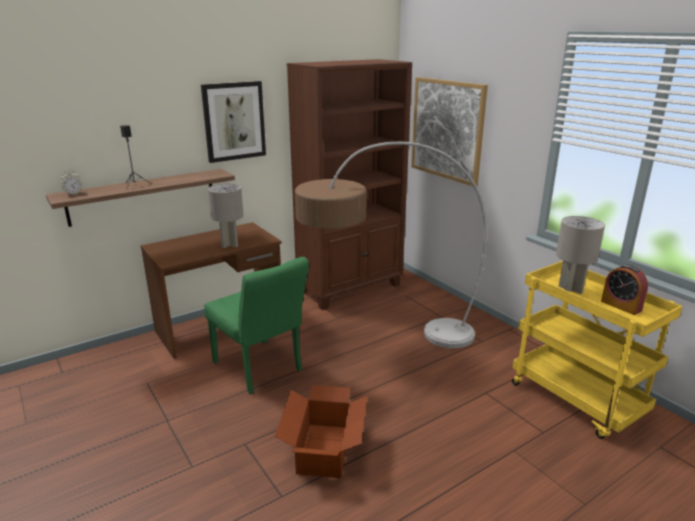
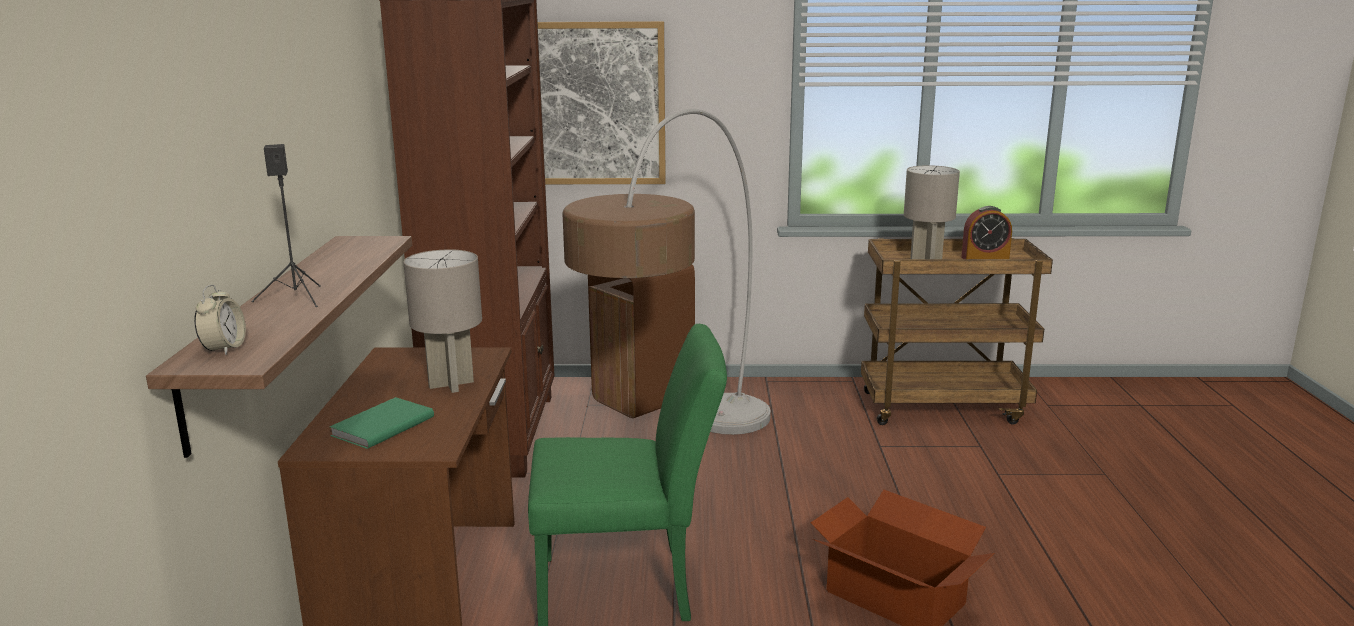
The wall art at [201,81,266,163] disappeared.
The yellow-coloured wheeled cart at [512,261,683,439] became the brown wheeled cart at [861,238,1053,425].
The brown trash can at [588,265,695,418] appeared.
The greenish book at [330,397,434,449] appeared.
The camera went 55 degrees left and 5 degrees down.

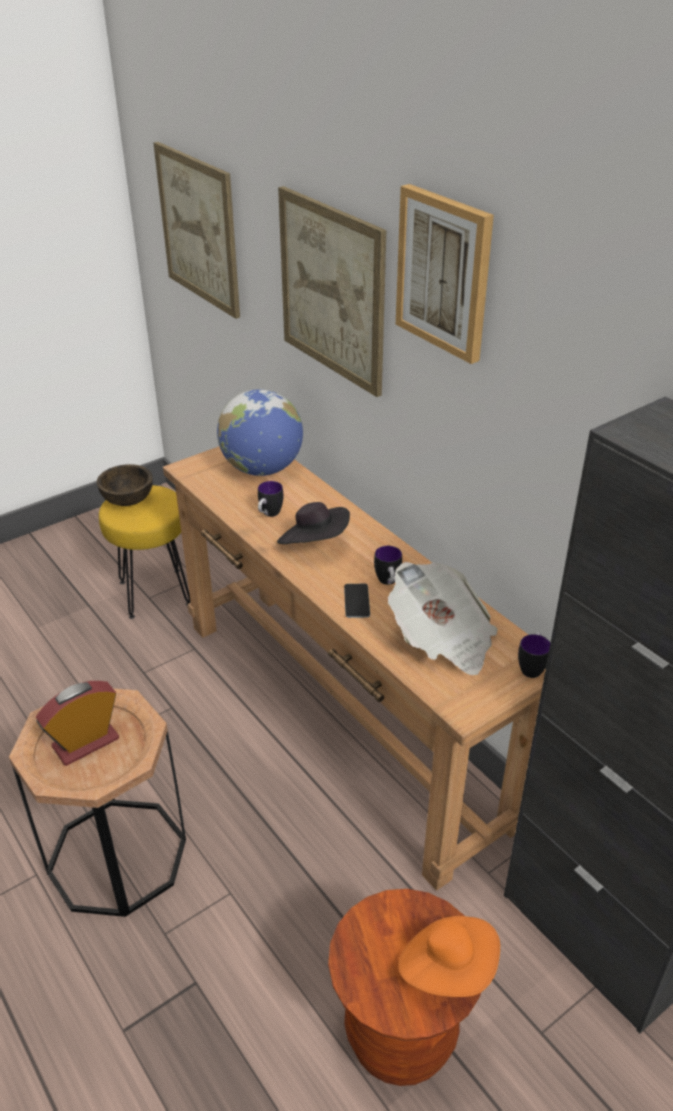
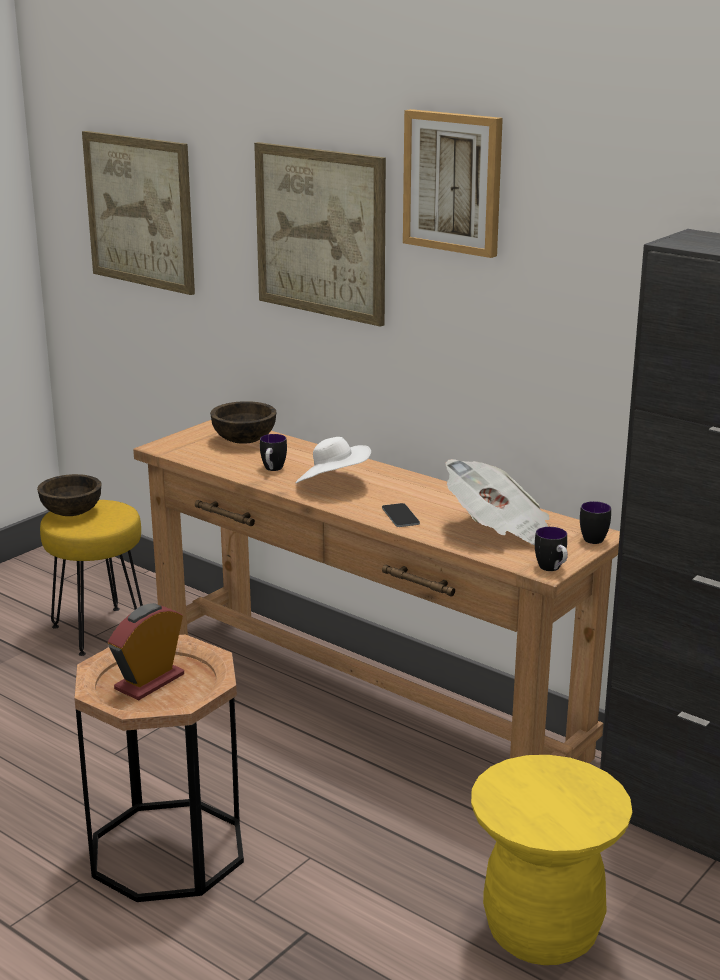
The globe at [217,389,303,476] was replaced by the brown deep dish at [210,401,276,444].
The blackish hat at [277,502,350,544] became the white-coloured hat at [295,437,371,483].
The coffee mug moved from [374,546,402,585] to [535,527,568,571].
The brown stool at [328,889,481,1086] became the yellow-coloured stool at [471,755,632,965].
The orange hat at [398,916,500,997] disappeared.
The camera went 15 degrees left and 15 degrees down.

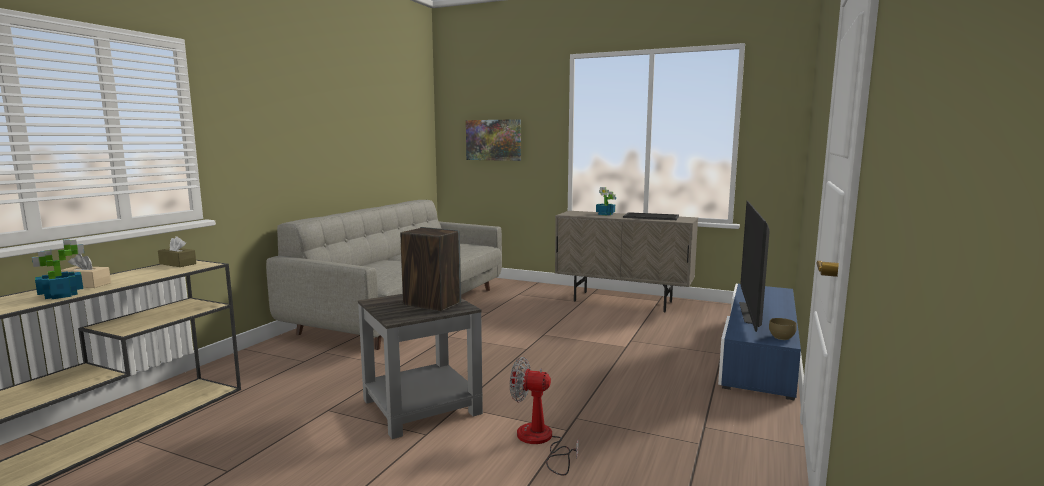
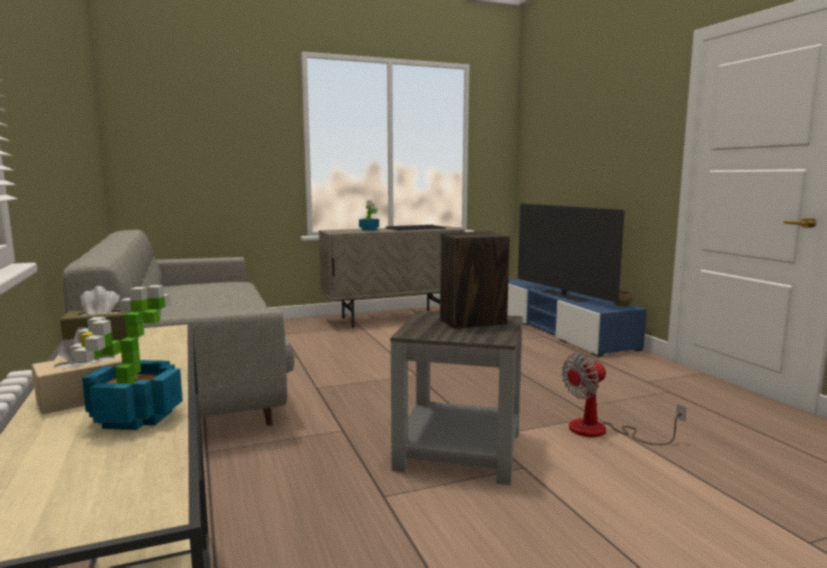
The wall art at [466,119,521,161] disappeared.
The camera went 45 degrees left and 0 degrees up.

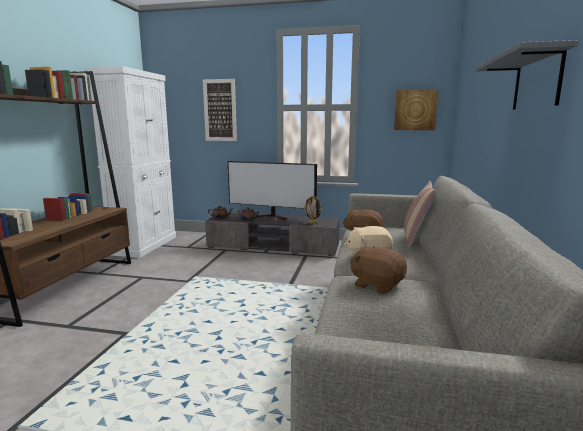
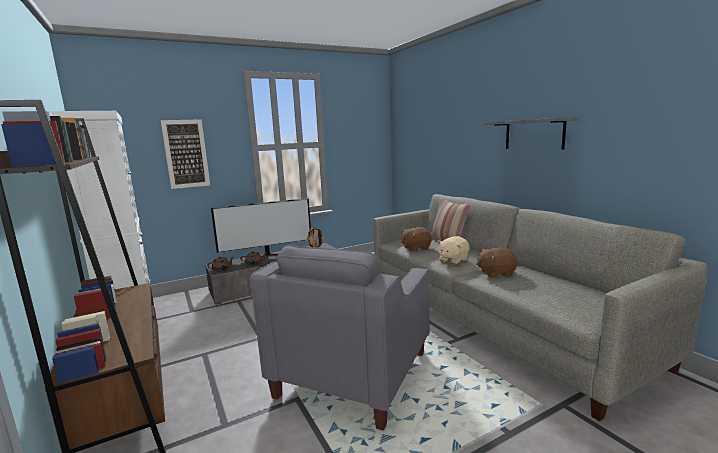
The wall art at [394,89,438,130] disappeared.
The grey armchair at [250,245,429,431] appeared.
The camera went 40 degrees left and 0 degrees up.

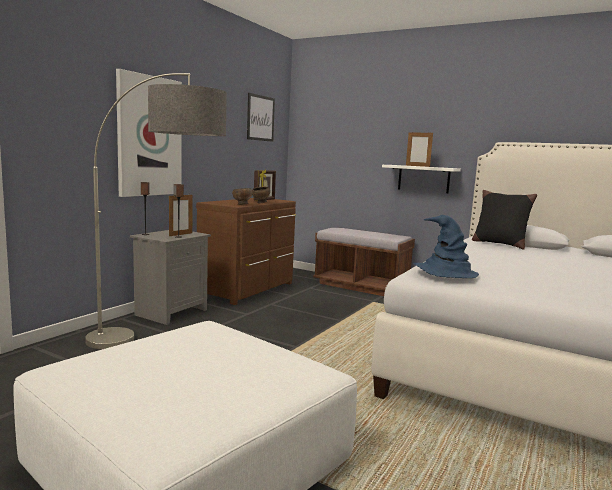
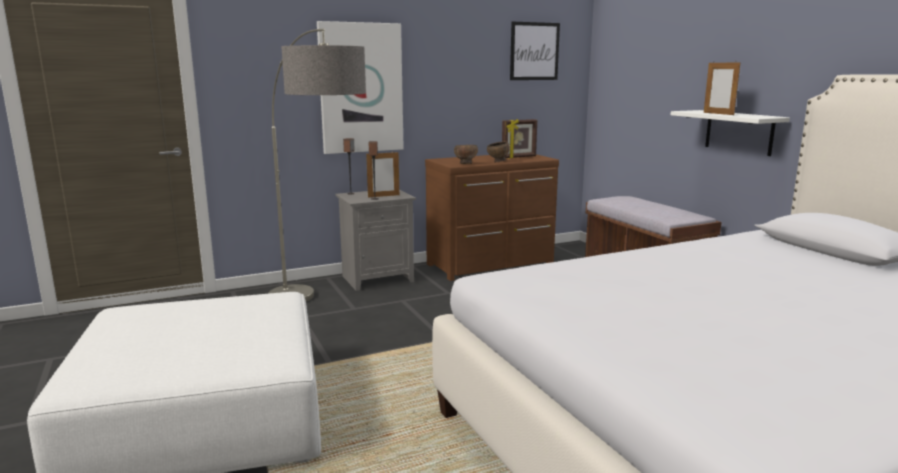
The blackish cushion at [472,190,537,250] disappeared.
The blue hat at [413,215,479,278] disappeared.
The camera went 35 degrees right and 5 degrees up.

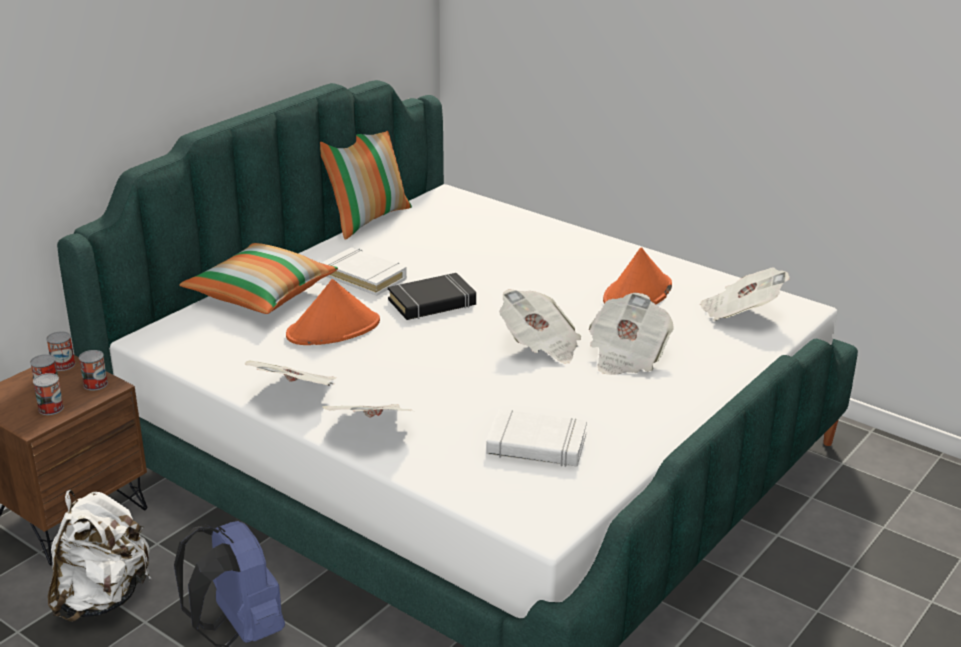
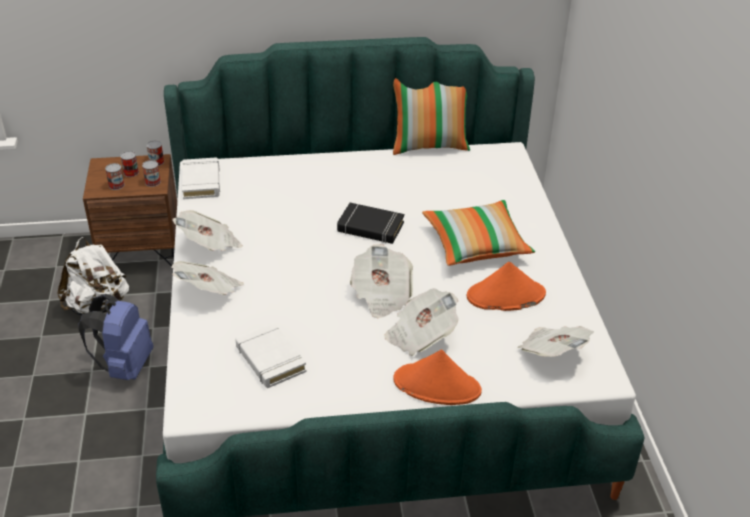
The cushion moved from [179,243,338,314] to [422,200,535,266].
The white-coloured book moved from [322,247,407,296] to [182,158,220,199].
The orange hat moved from [286,279,380,345] to [393,350,482,405].
The camera went 45 degrees right and 10 degrees up.

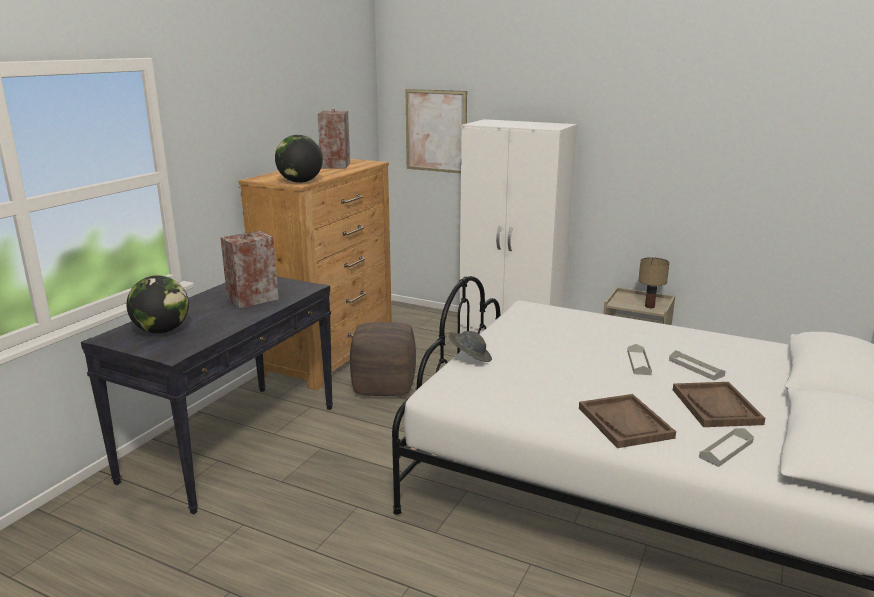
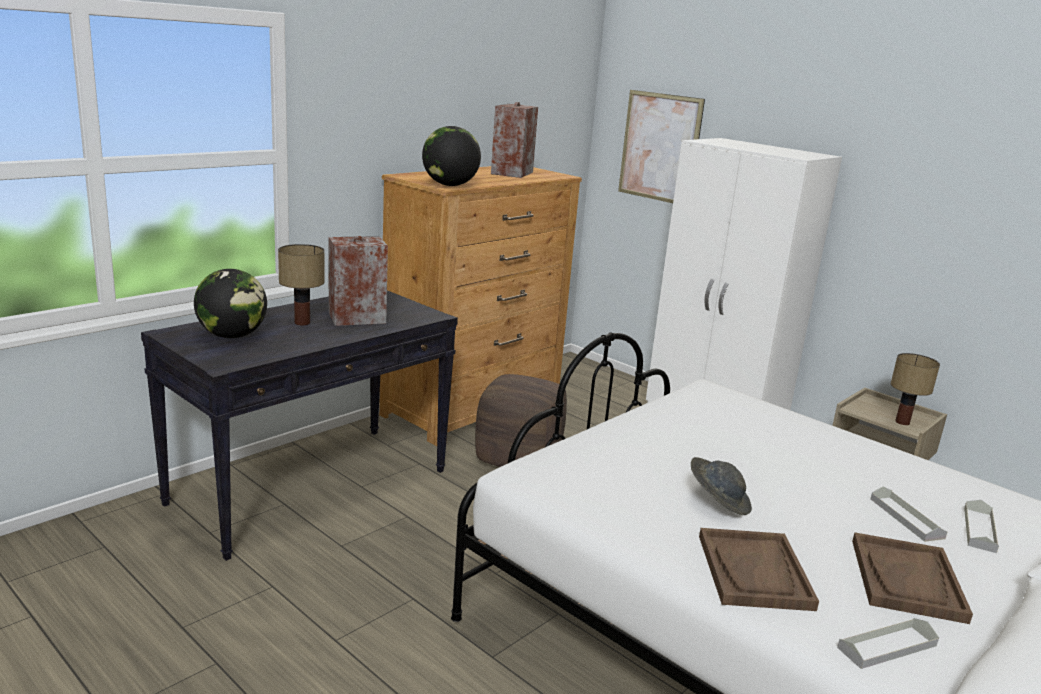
The grey hat moved from [449,331,492,362] to [691,457,752,515].
The grey tray moved from [627,344,652,375] to [964,500,999,553].
The lamp for a table at [278,244,325,325] appeared.
The camera went 15 degrees right and 0 degrees up.

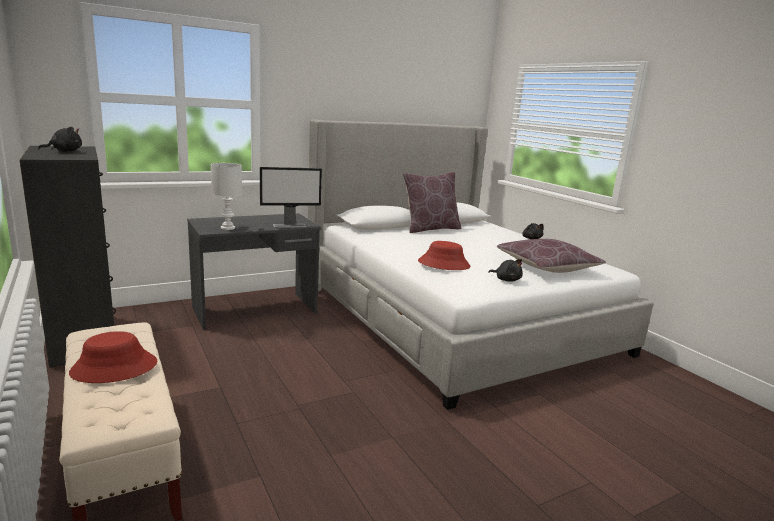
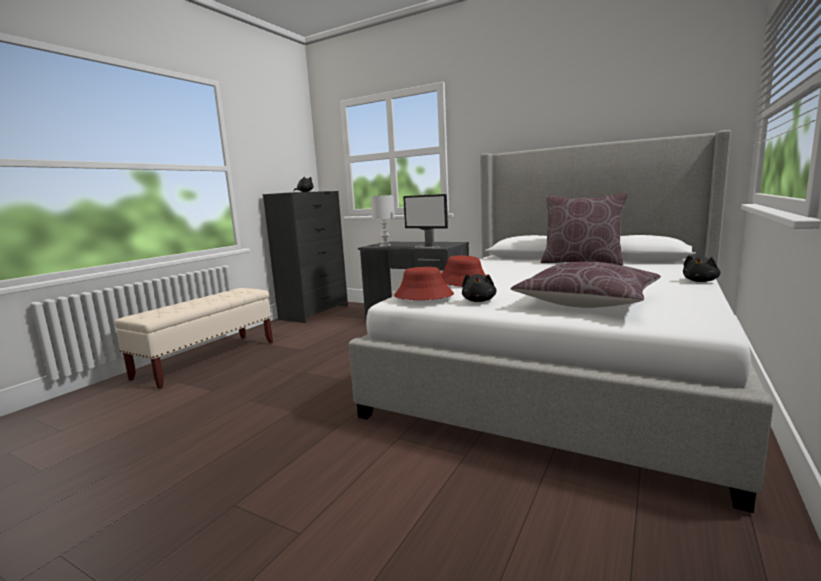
The red-coloured hat moved from [69,331,157,383] to [394,267,454,300].
The camera went 60 degrees right and 5 degrees down.

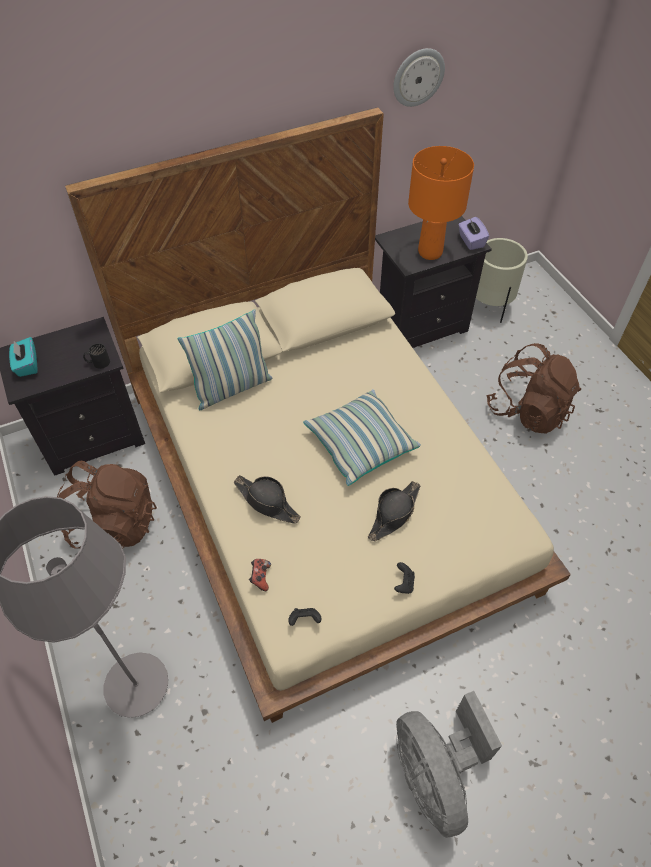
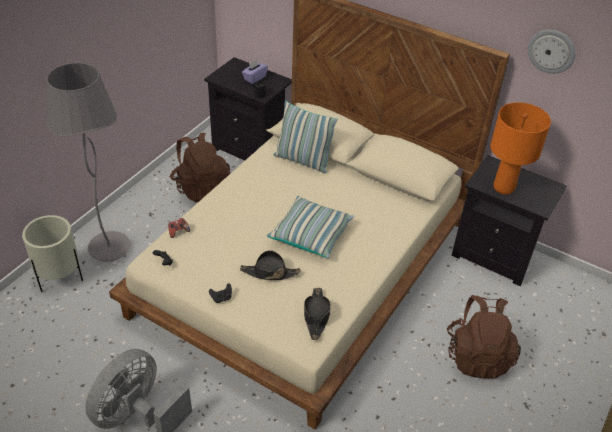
The purple tissue box moved from [458,217,489,250] to [242,59,268,84].
The beige-coloured planter moved from [476,238,528,323] to [22,215,83,292].
The turquoise tissue box at [9,337,38,377] disappeared.
The blackish hat moved from [233,475,301,524] to [304,288,331,340].
The camera went 55 degrees right and 10 degrees down.

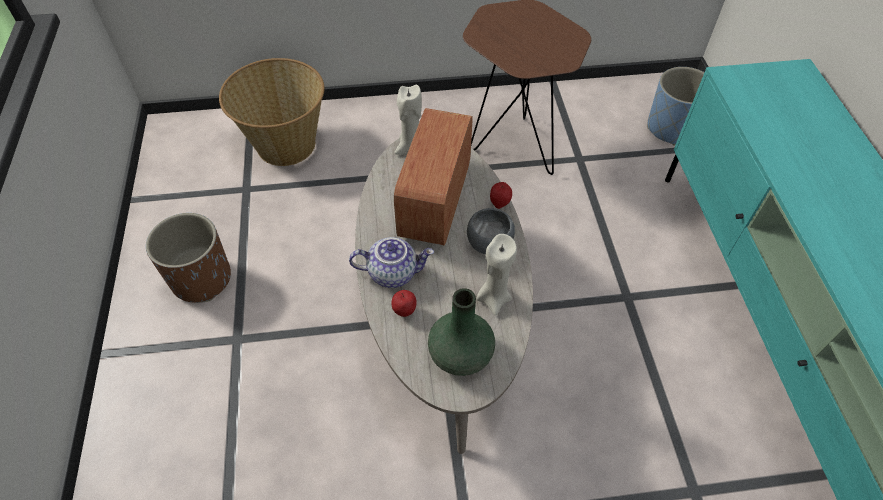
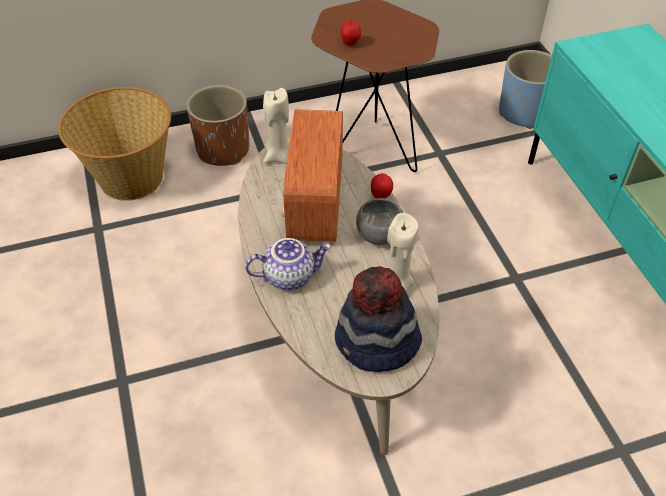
The brown planter moved from [146,213,231,303] to [187,85,249,166].
The greenish decorative vase at [428,288,495,376] was replaced by the hat at [335,266,422,372].
The apple moved from [391,290,417,317] to [341,20,361,46].
The camera went 10 degrees left and 5 degrees down.

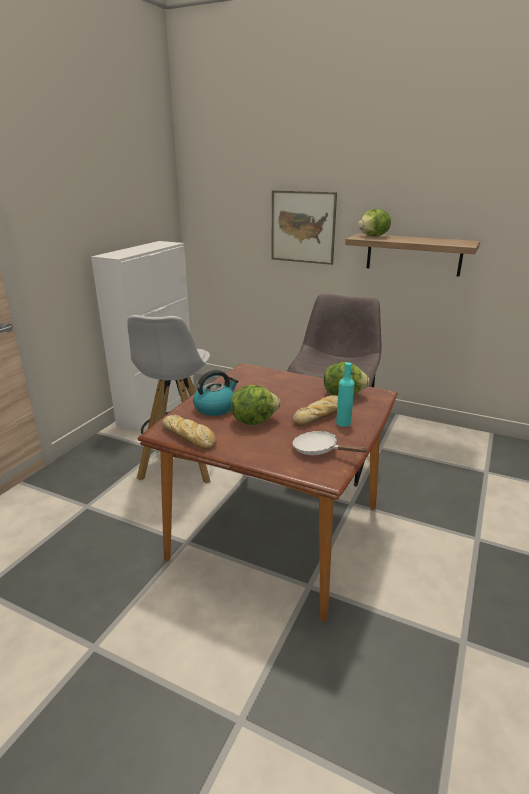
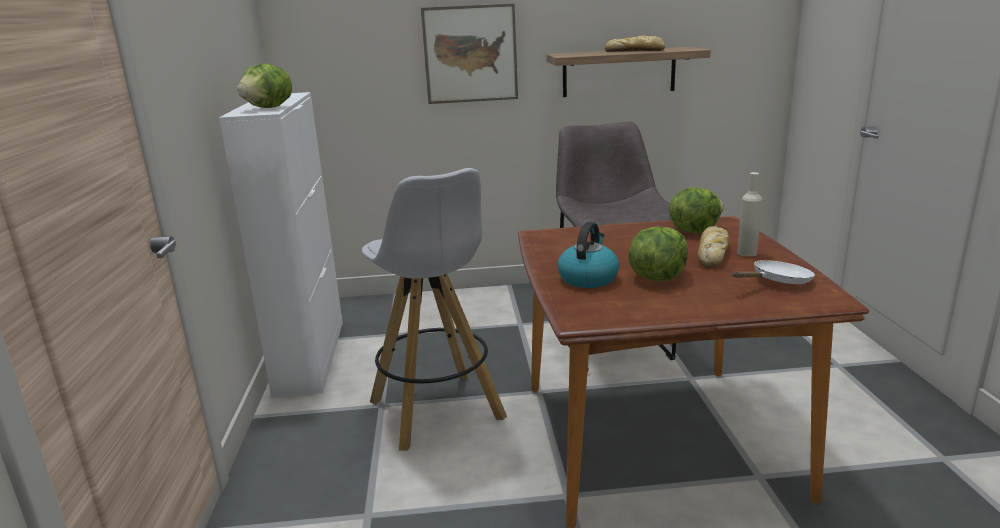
The lettuce moved from [358,209,391,236] to [237,63,292,108].
The turquoise bottle at [336,362,355,427] became the beige-coloured bottle at [737,172,762,257].
The bakery bread moved from [162,415,216,450] to [605,36,665,52].
The white-coloured pan at [293,431,367,455] turned 150 degrees clockwise.
The camera went 30 degrees left and 5 degrees down.

